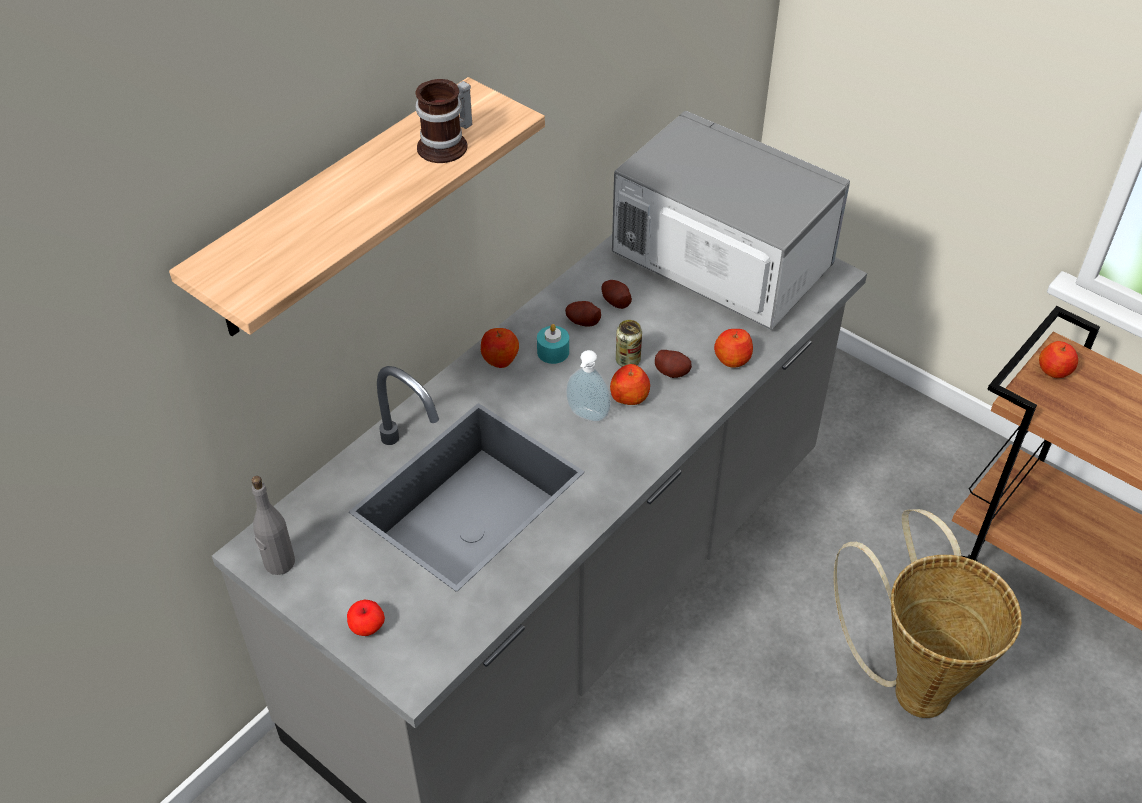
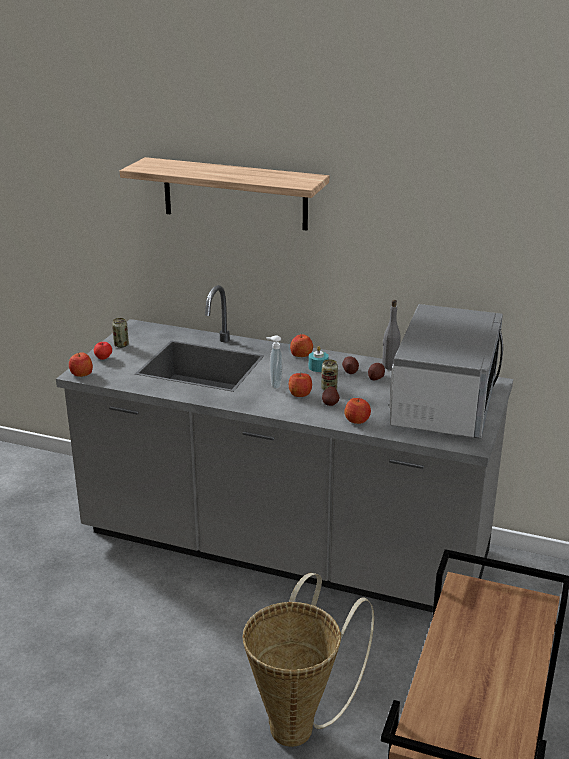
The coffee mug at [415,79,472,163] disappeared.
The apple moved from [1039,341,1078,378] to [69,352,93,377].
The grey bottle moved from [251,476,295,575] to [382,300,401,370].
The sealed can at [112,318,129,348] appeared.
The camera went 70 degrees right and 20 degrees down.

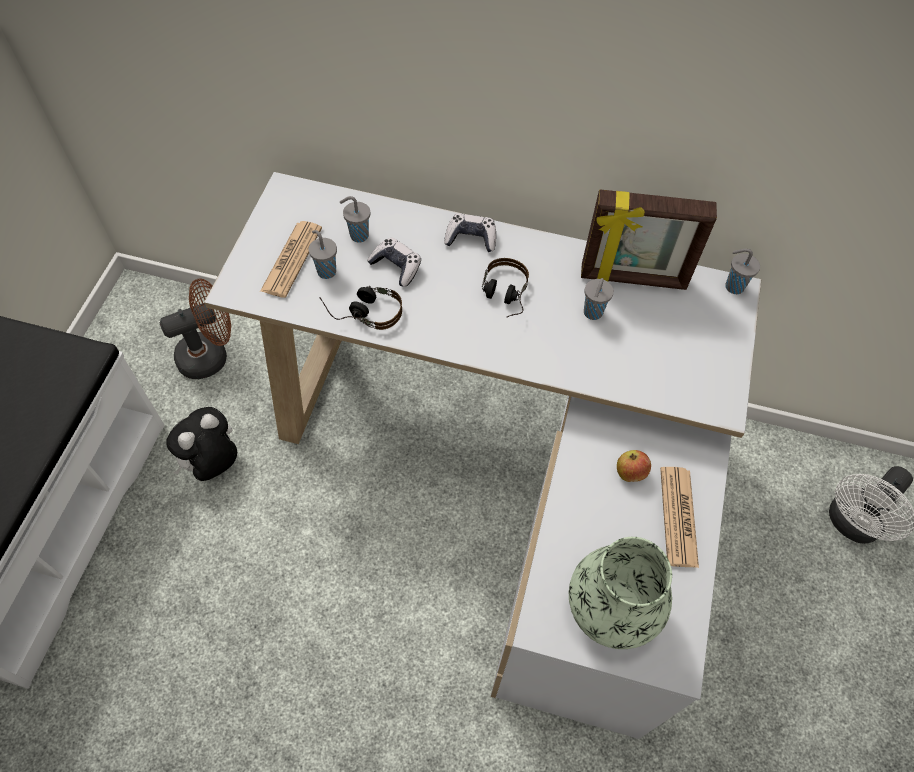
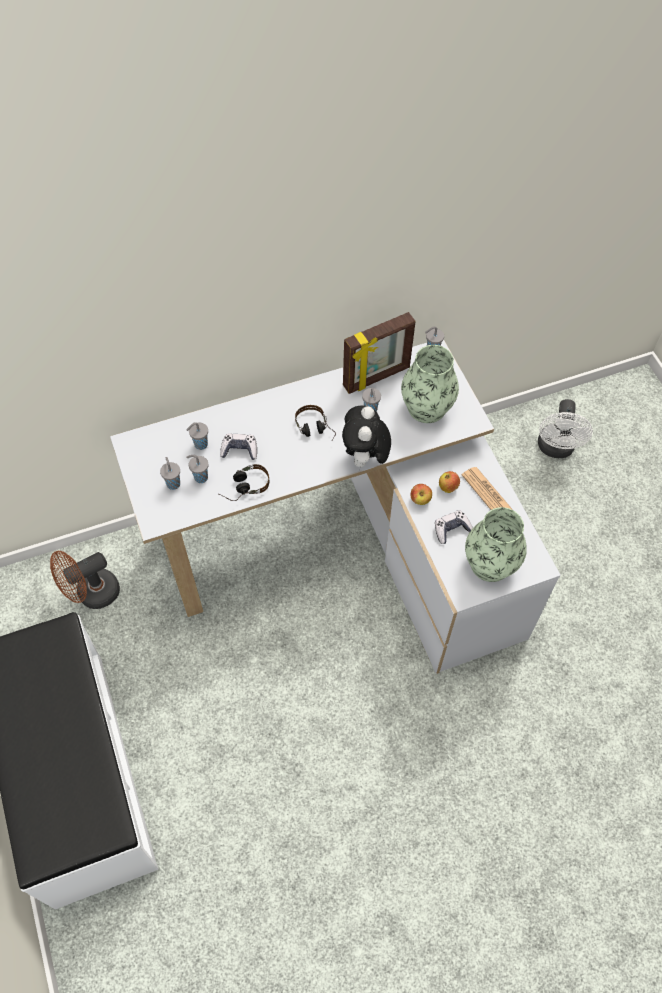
The gamepad moved from [444,213,496,252] to [435,510,473,544].
The newspaper at [260,221,322,298] was replaced by the grey drinking cup at [160,457,180,490].
The brown electric fan at [160,278,231,379] turned 150 degrees counterclockwise.
The cuddly toy moved from [166,407,237,481] to [342,406,391,467].
The decorative vase at [401,345,459,423] appeared.
The apple at [410,484,432,505] appeared.
The camera went 35 degrees left and 0 degrees up.

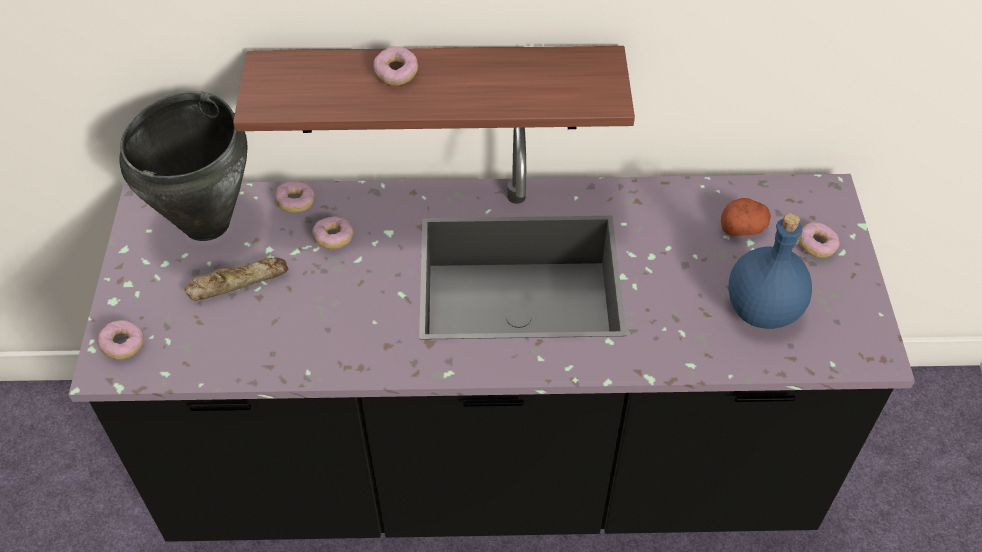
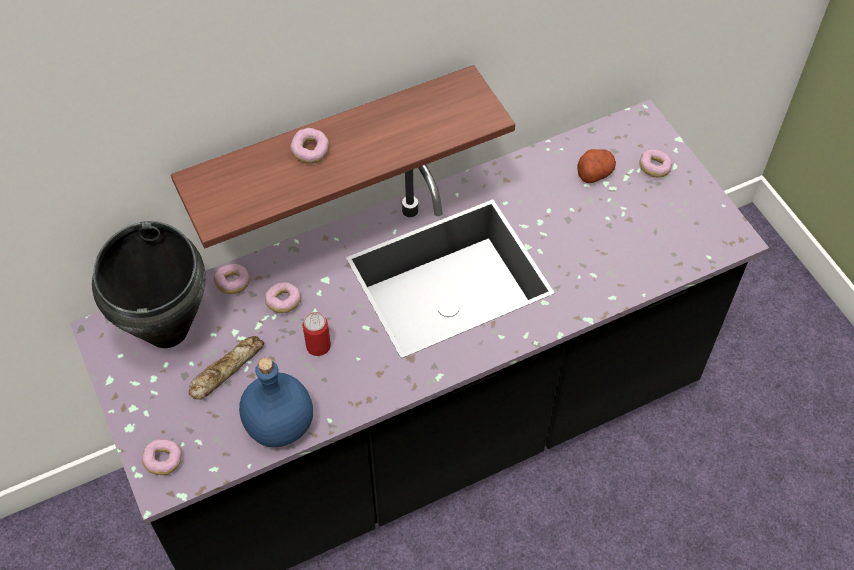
The blue bottle moved from [728,213,812,329] to [239,358,313,447].
The sealed can at [302,312,331,356] appeared.
The camera went 25 degrees left and 5 degrees up.

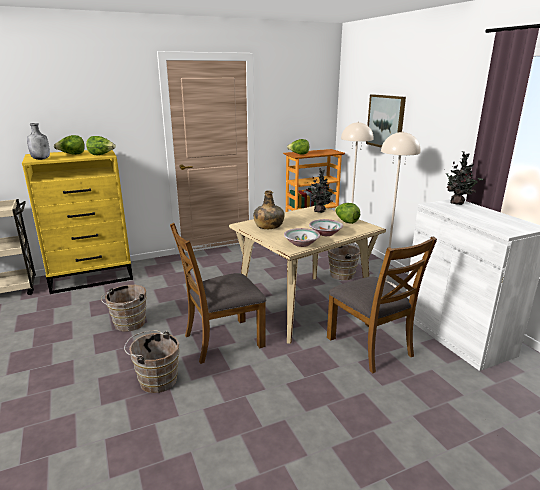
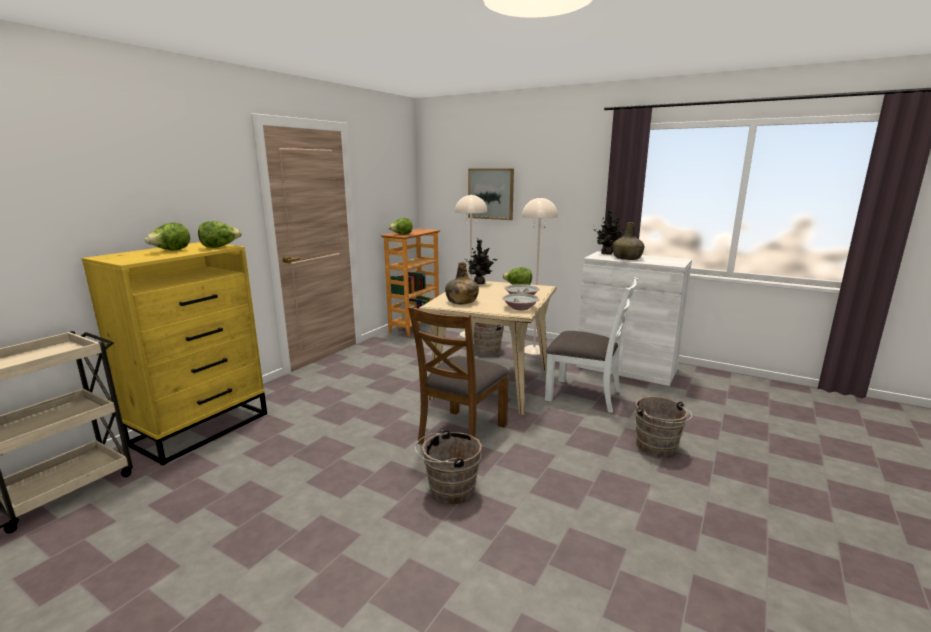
The grey bottle at [27,123,50,160] disappeared.
The brown chair at [327,236,437,373] became the white-coloured chair at [545,277,638,413].
The brown bucket moved from [101,285,147,332] to [635,396,692,457].
The greenish bottle at [612,222,644,260] appeared.
The camera went 35 degrees left and 5 degrees down.

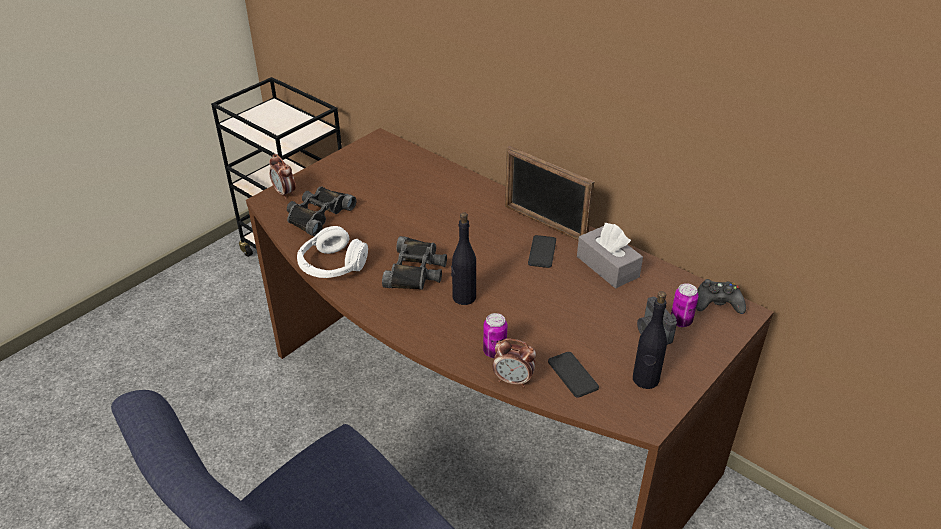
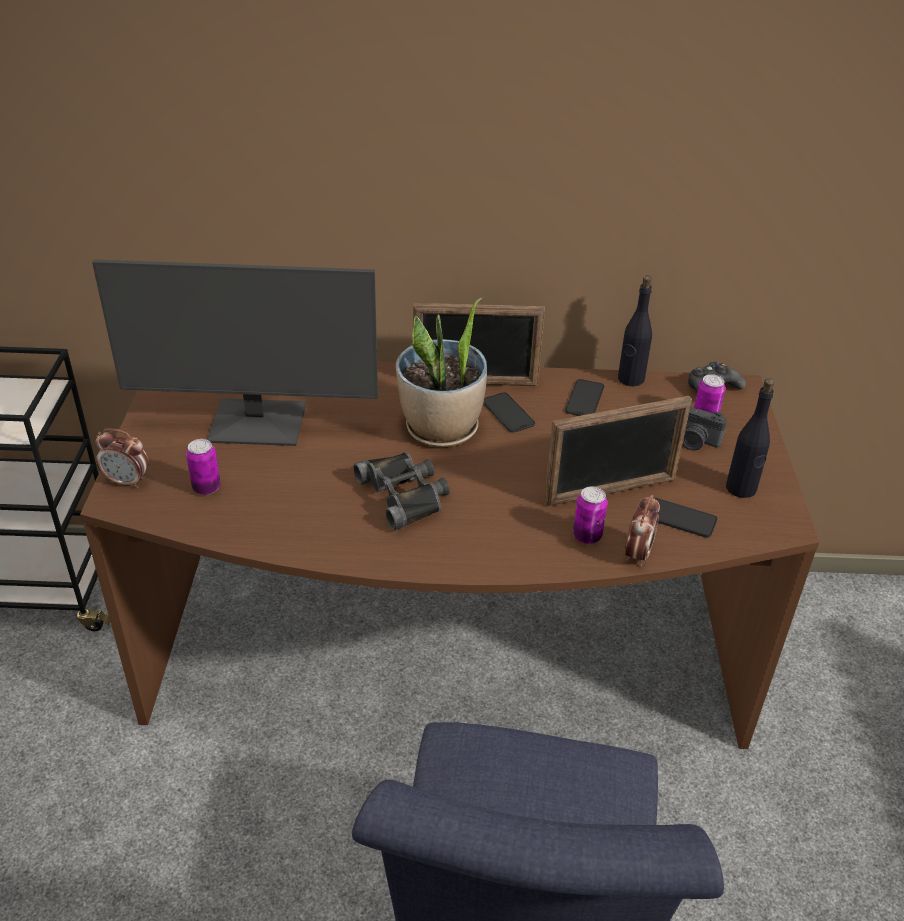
The blackish binoculars at [287,186,356,236] was replaced by the sealed can at [186,439,220,495].
The blackish bottle moved from [451,212,476,305] to [618,276,652,386].
The grey tissue box at [577,223,643,288] was replaced by the handset at [565,379,604,416].
The white-coloured pair of headphones at [297,226,368,278] disappeared.
The alarm clock at [493,338,536,387] turned 45 degrees counterclockwise.
The monitor at [92,259,378,446] appeared.
The potted plant at [396,298,487,447] appeared.
The photo frame at [544,396,692,507] appeared.
The camera went 40 degrees left and 0 degrees up.

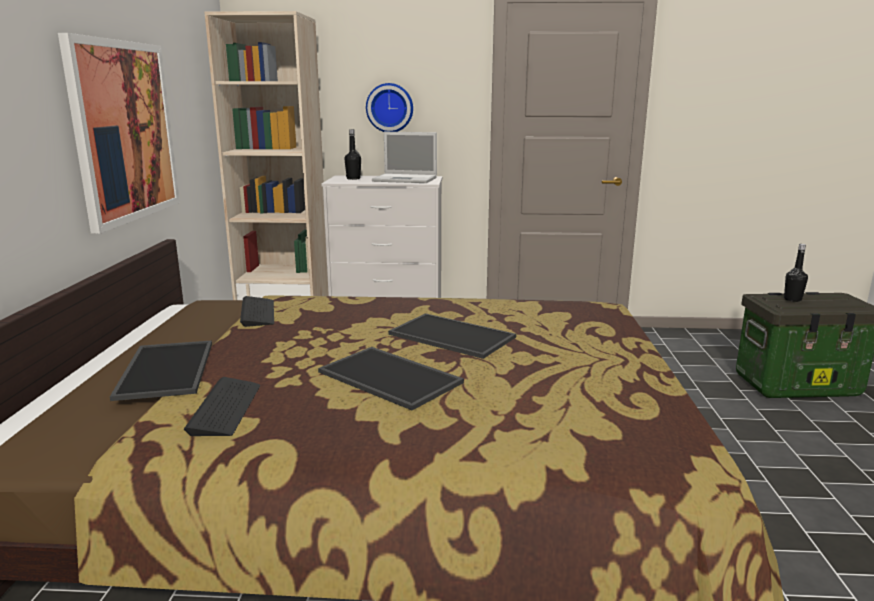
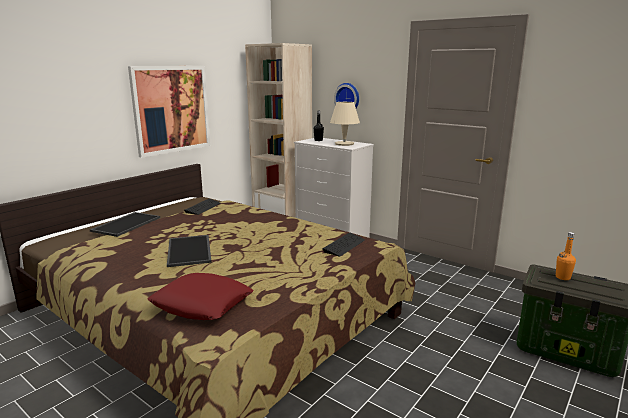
The portable computer at [372,132,437,183] was replaced by the beige-coloured lamp for a table at [330,102,360,146].
The blackish bottle at [784,244,808,302] became the orange bottle at [556,232,576,280].
The tray at [388,313,516,359] disappeared.
The computer keyboard moved from [184,377,260,436] to [322,232,365,257].
The red-coloured cushion at [148,273,253,320] appeared.
The camera went 35 degrees right and 0 degrees up.

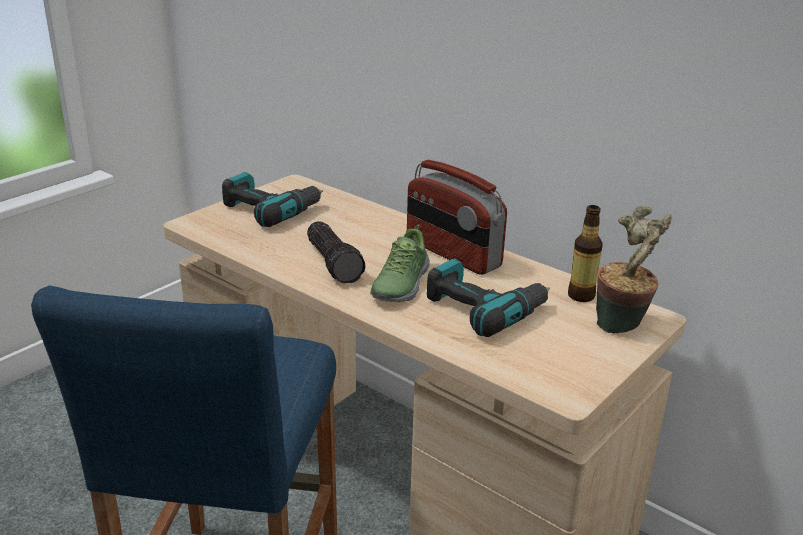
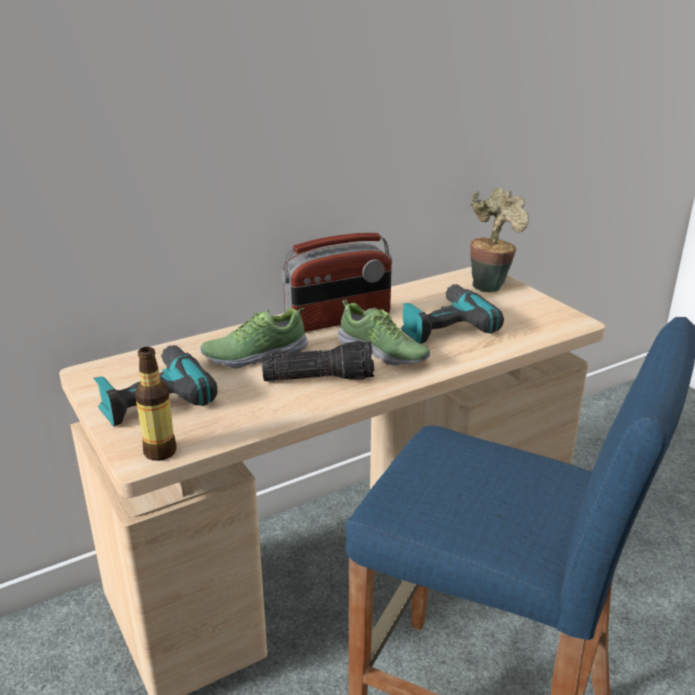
The bottle moved from [568,205,603,302] to [135,347,177,461].
The shoe at [200,308,308,368] appeared.
The camera went 70 degrees left and 0 degrees up.

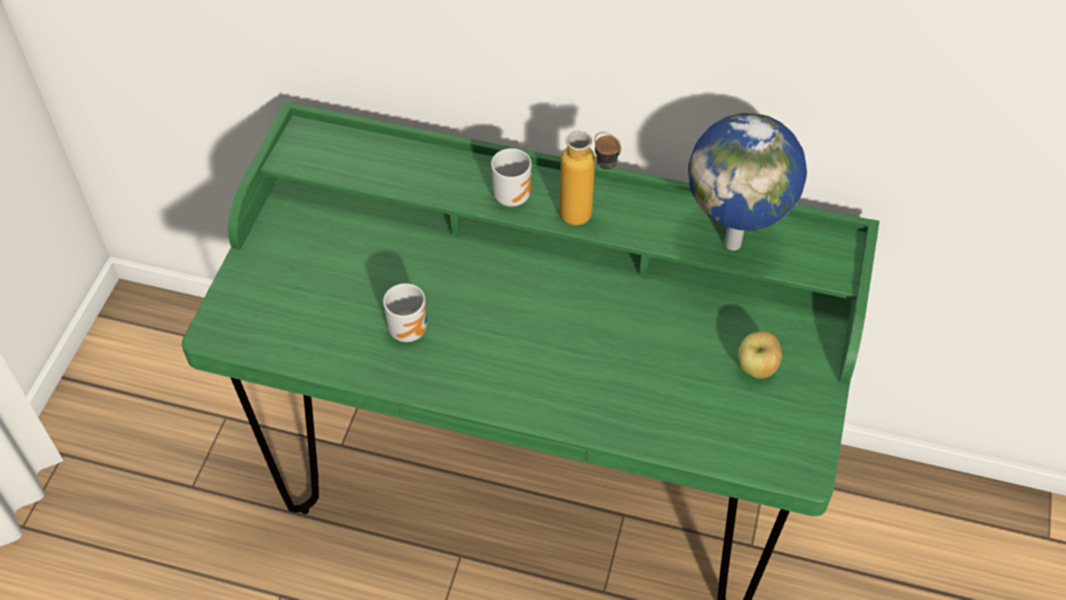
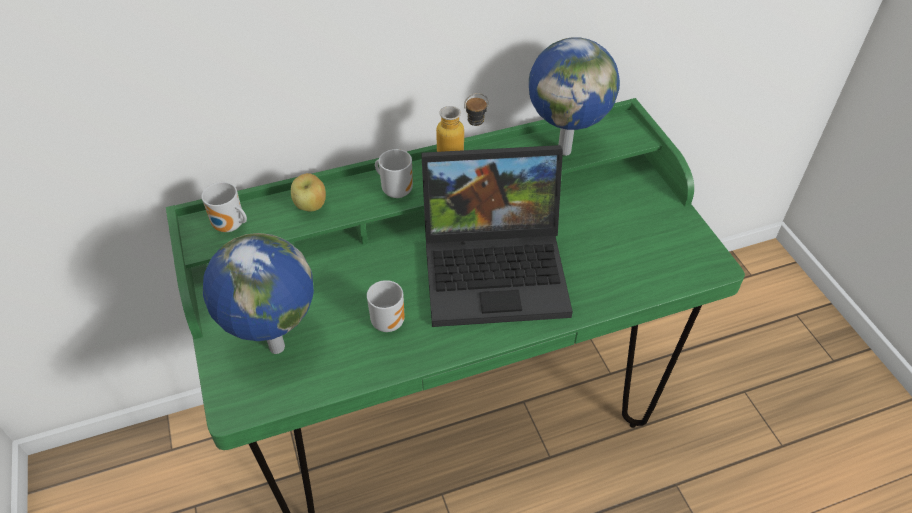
The apple moved from [738,331,782,379] to [291,173,326,212].
The portable computer at [421,145,573,327] appeared.
The coffee mug at [201,182,247,232] appeared.
The globe at [203,233,314,354] appeared.
The camera went 35 degrees left and 5 degrees down.

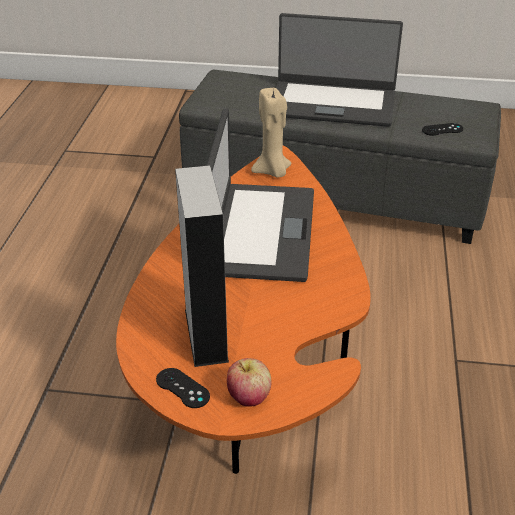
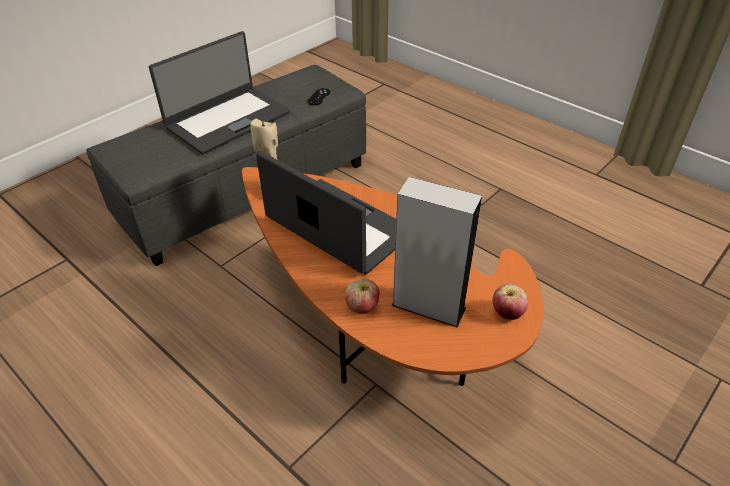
The blackish gamepad at [156,368,210,408] disappeared.
The apple at [345,279,379,314] appeared.
The camera went 55 degrees left and 5 degrees up.

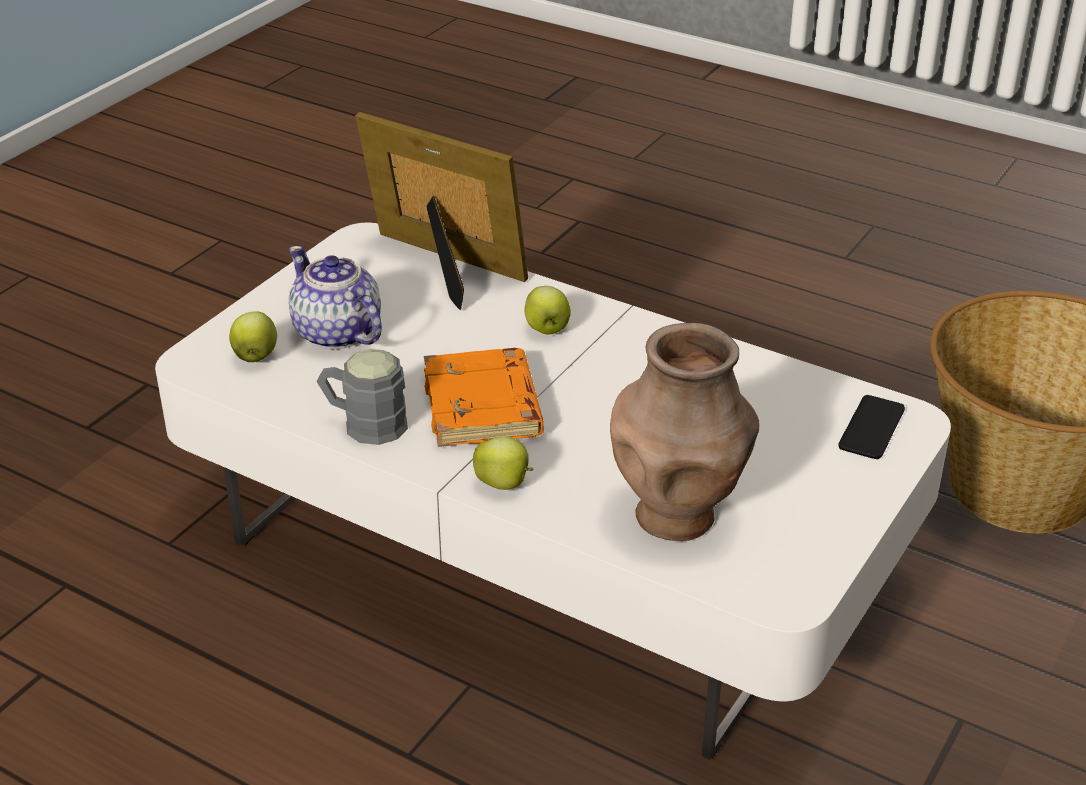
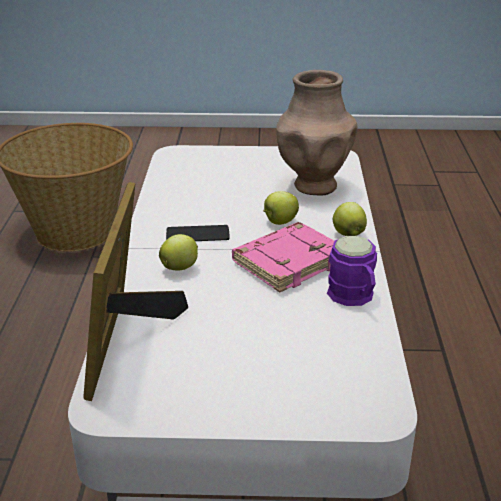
The pot for tea at [289,246,382,349] disappeared.
The apple moved from [229,312,277,362] to [263,191,299,225].
The orange book at [424,348,544,447] became the pink book at [232,222,334,292].
The grey coffee mug at [317,349,408,445] became the purple coffee mug at [327,236,377,306].
The handset moved from [839,395,905,459] to [166,225,230,241].
The camera went 120 degrees left and 5 degrees down.

